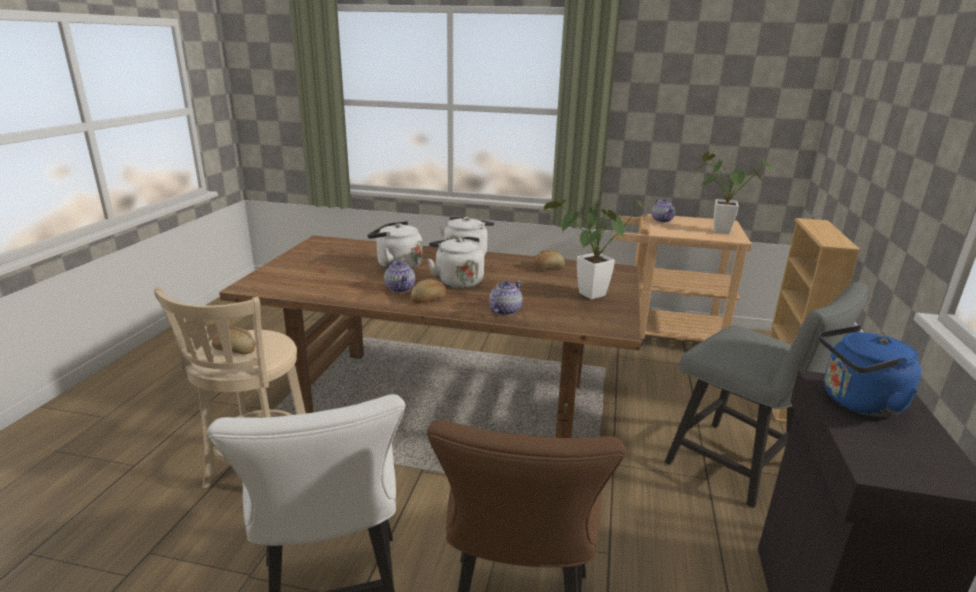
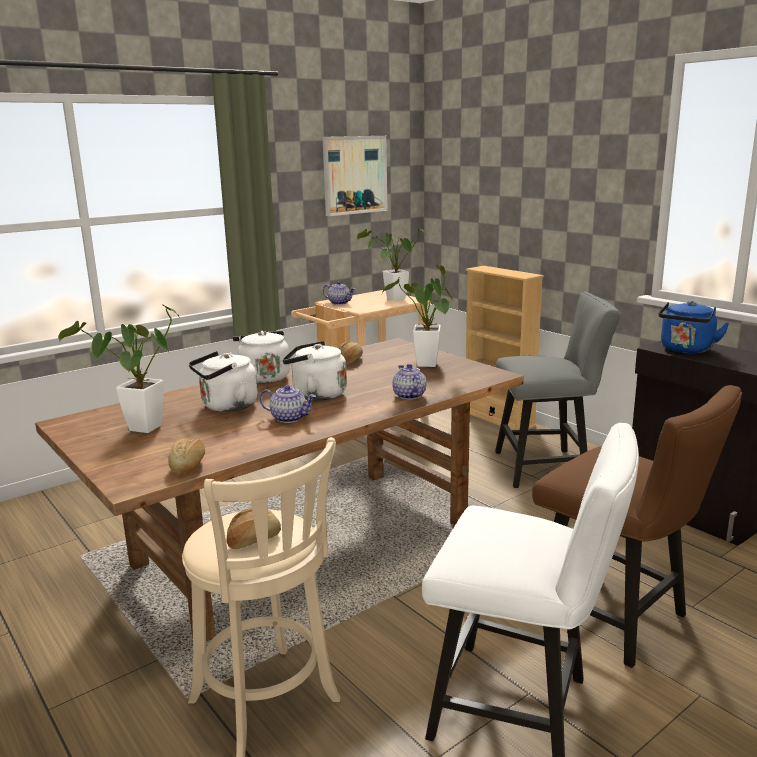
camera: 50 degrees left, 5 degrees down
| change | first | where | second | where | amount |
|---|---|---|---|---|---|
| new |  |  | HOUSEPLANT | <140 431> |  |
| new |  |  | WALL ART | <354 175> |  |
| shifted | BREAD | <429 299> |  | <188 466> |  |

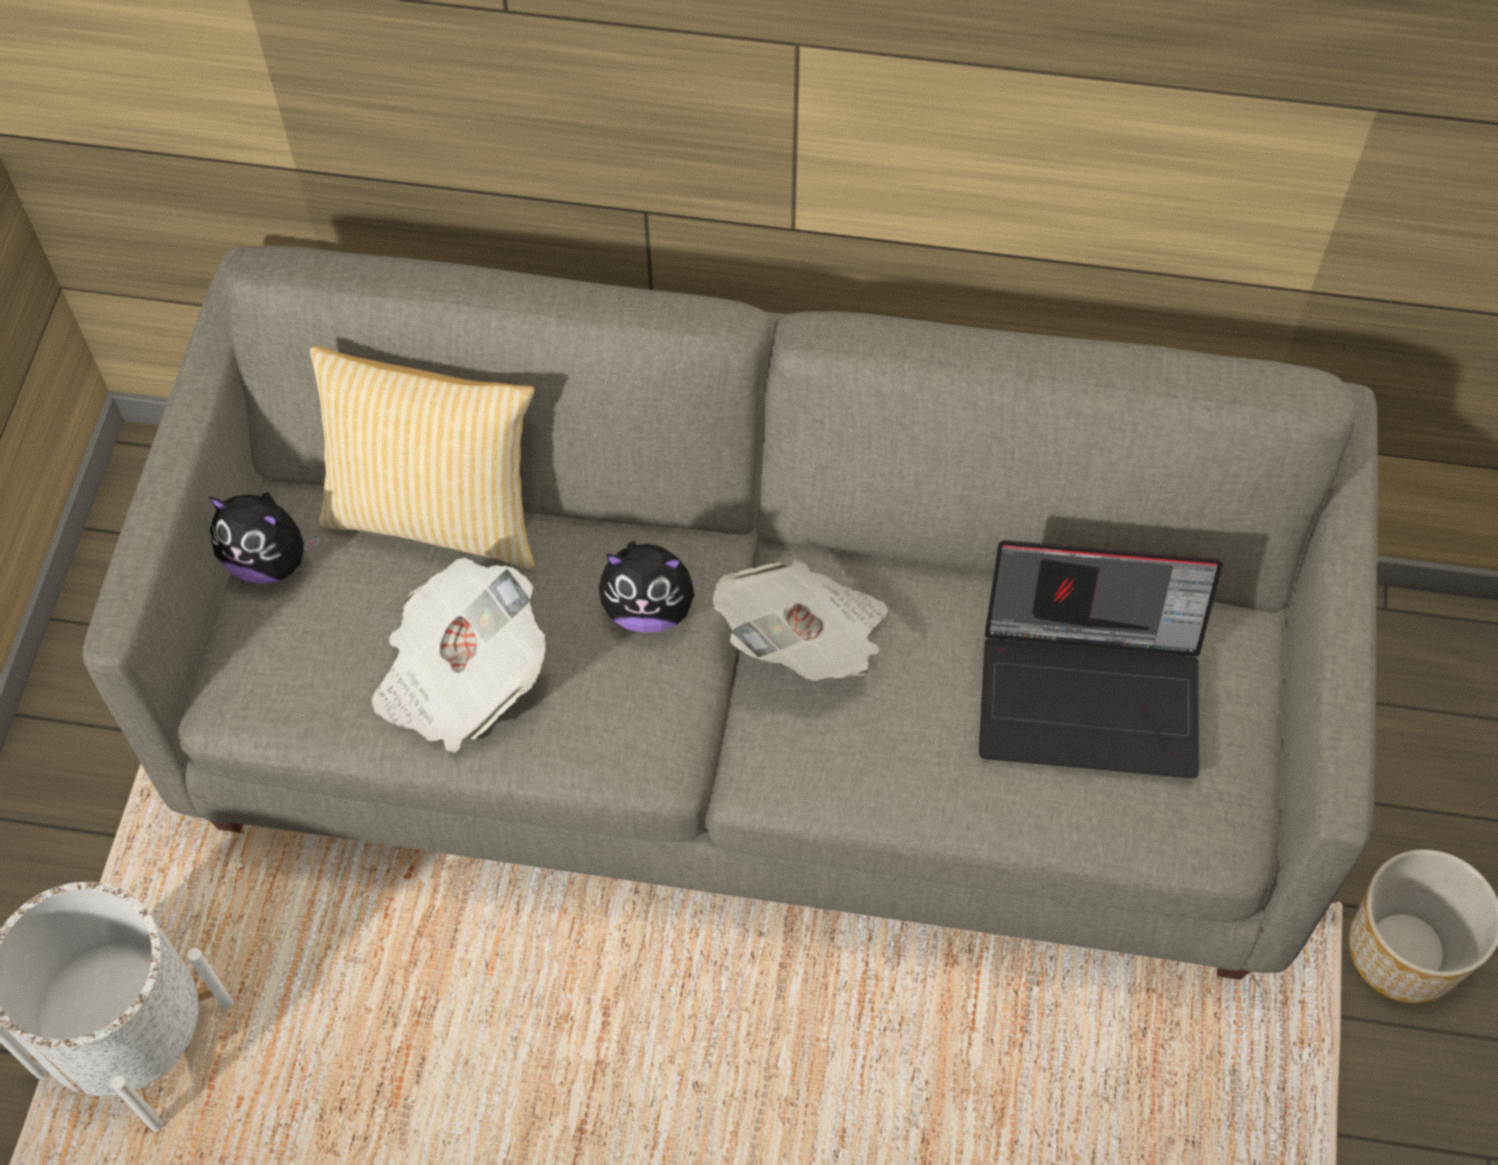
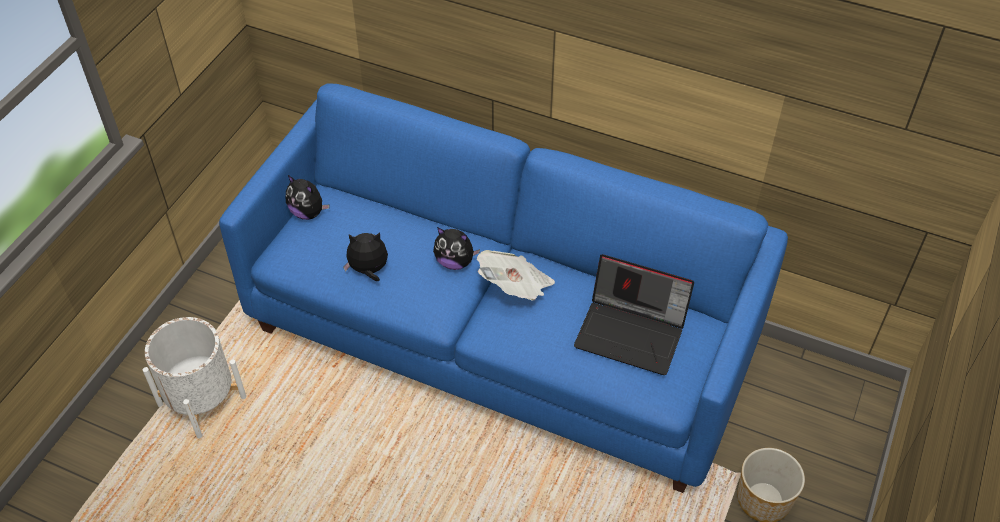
camera: 15 degrees right, 10 degrees down
| change | first | where | second | where | amount |
|---|---|---|---|---|---|
| gone | THROW PILLOW | <438 514> |  |  |  |
| swapped | DAILY PAPER | <460 678> | CUDDLY TOY | <368 270> |  |
| repainted | GREY COUCH | <752 714> | BLUE-COLOURED COUCH | <501 337> |  |

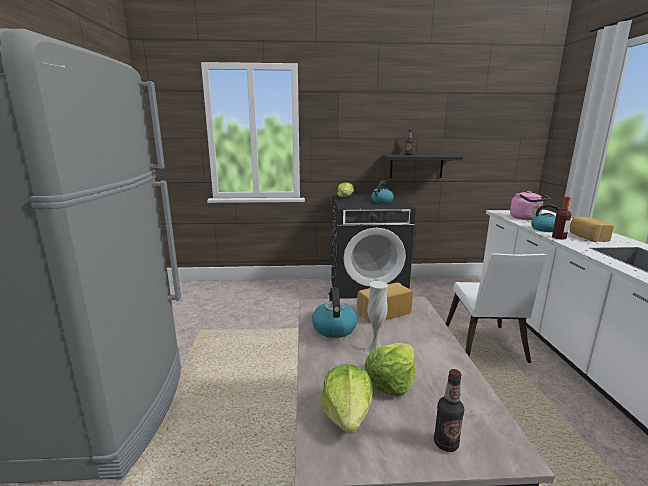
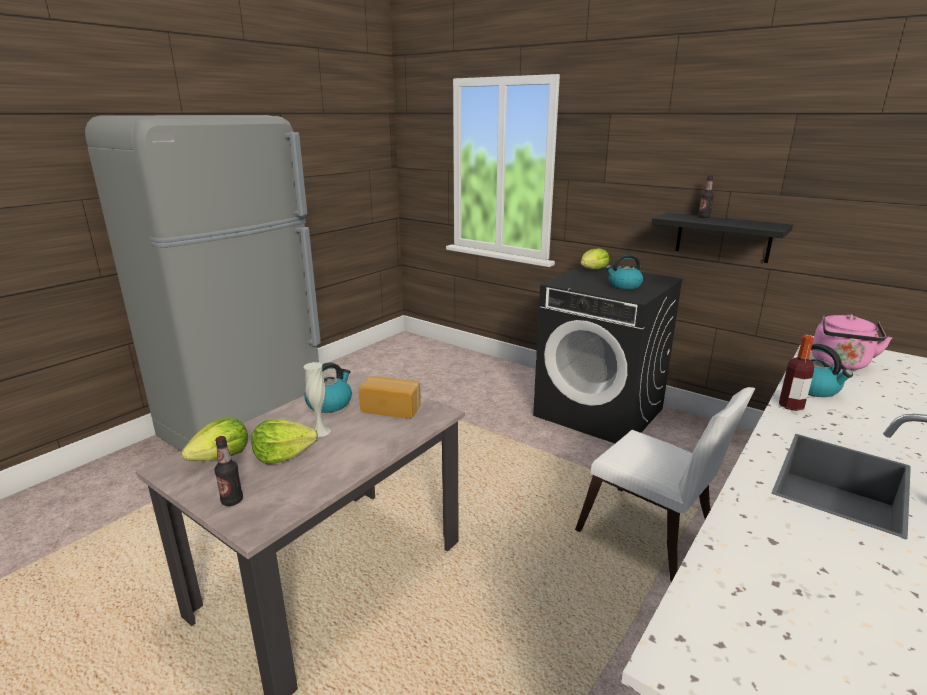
camera: 40 degrees right, 5 degrees up
| change | first | where | second | where | amount |
|---|---|---|---|---|---|
| gone | BREAD | <587 237> |  |  |  |
| rotated | WHITISH UPRIGHT CHAIR | <485 346> |  | <652 536> | 90 degrees counterclockwise |

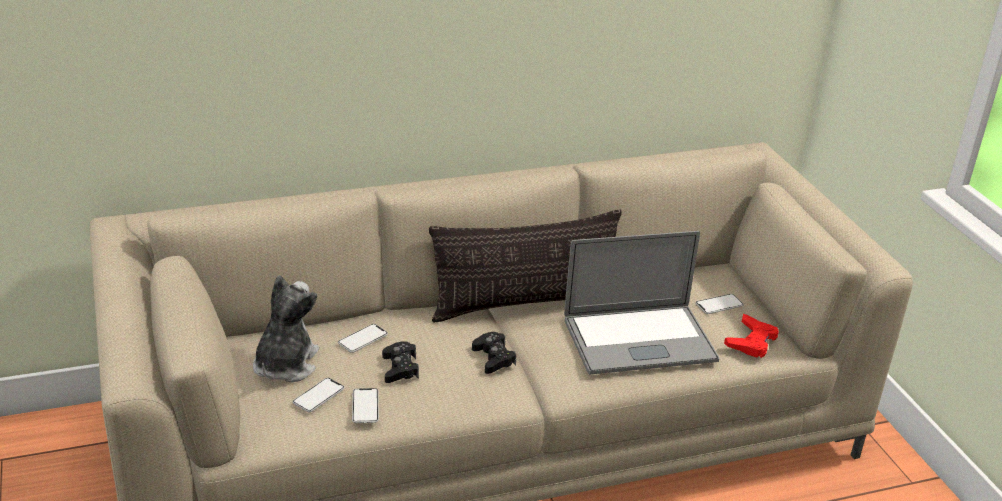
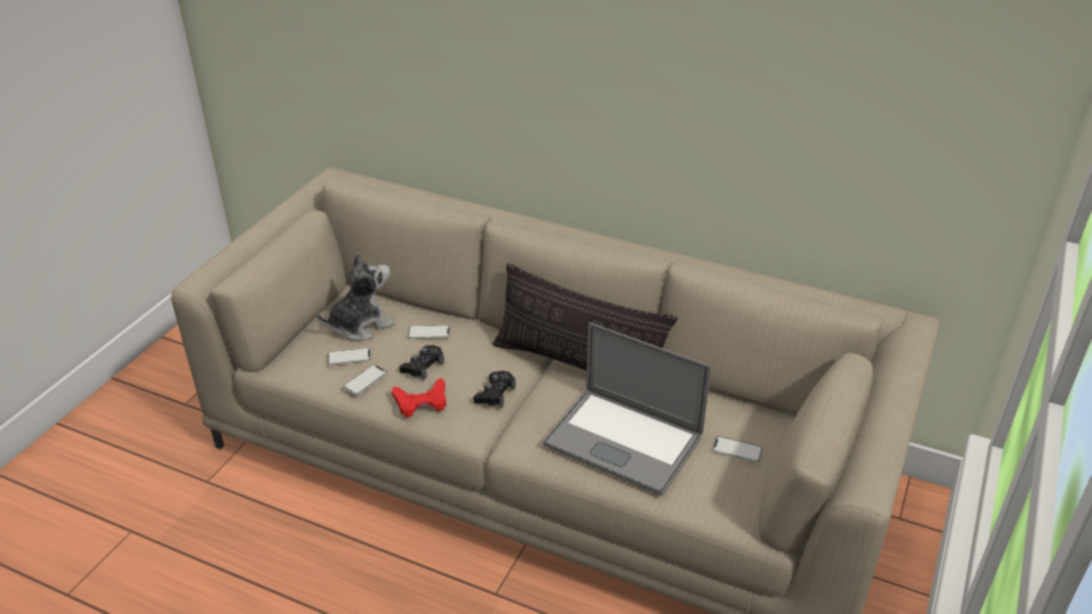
camera: 45 degrees right, 5 degrees up
| change | first | where | second | where | amount |
|---|---|---|---|---|---|
| shifted | RED GAMEPAD | <751 341> |  | <421 402> |  |

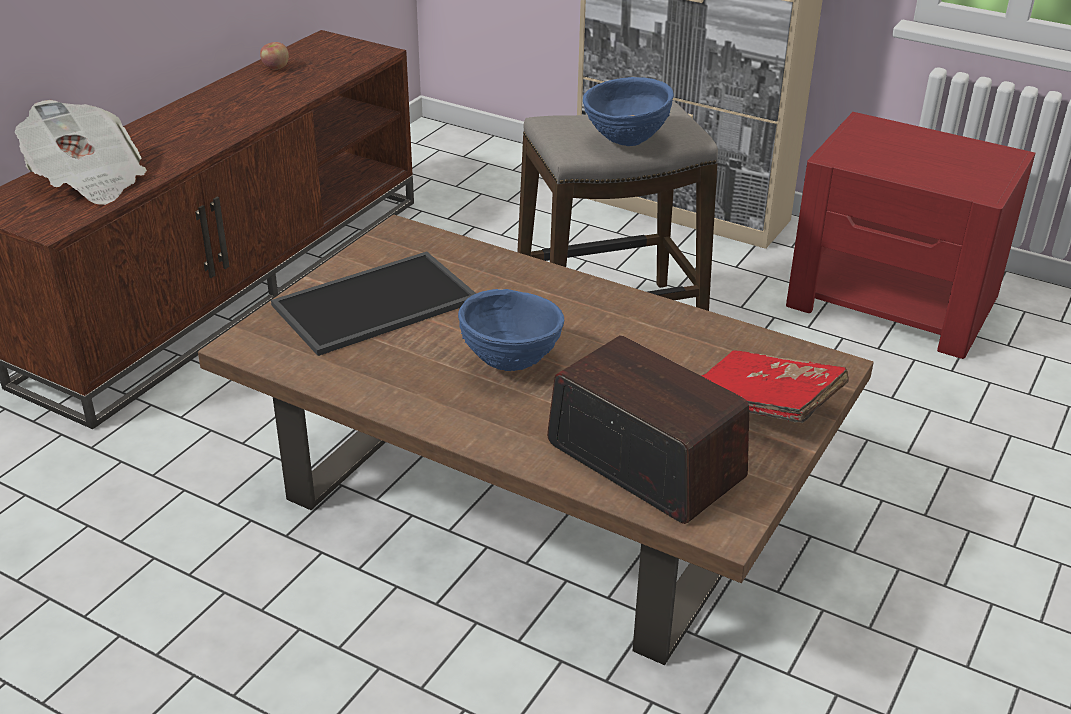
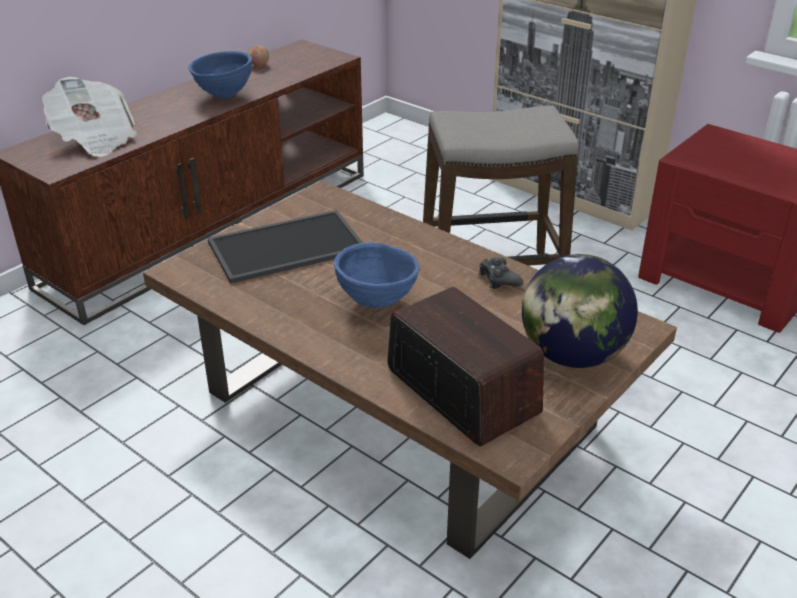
camera: 10 degrees right, 0 degrees up
| change | first | where | second | where | amount |
|---|---|---|---|---|---|
| new |  |  | BLACKISH GAMEPAD | <498 279> |  |
| shifted | BLUE-COLOURED BOWL | <625 142> |  | <224 96> |  |
| swapped | RED BOOK | <763 406> | GLOBE | <572 355> |  |

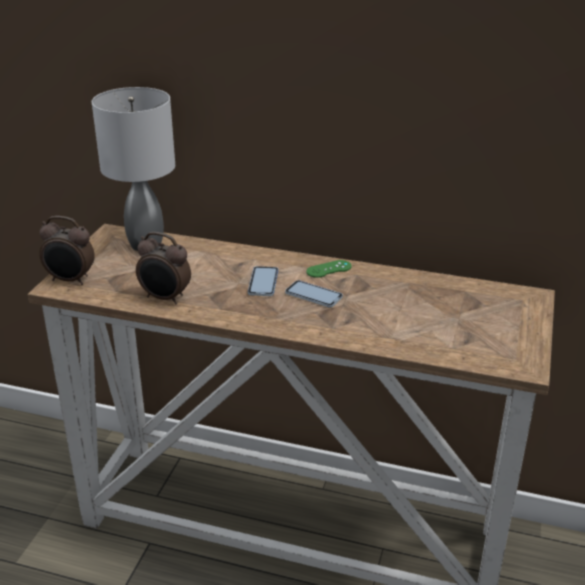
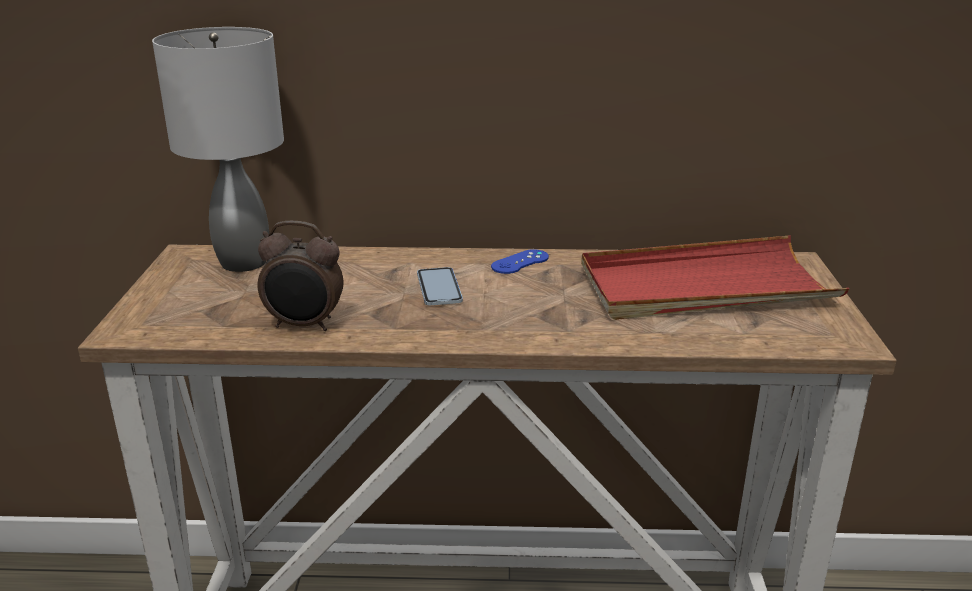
camera: 15 degrees left, 5 degrees down
| change | first | where | second | where | amount |
|---|---|---|---|---|---|
| gone | TABLE CLOCK | <70 280> |  |  |  |
| gone | TELEPHONE | <313 295> |  |  |  |
| new |  |  | RED SERVING TRAY | <704 287> |  |
| repainted | GREENISH GAMEPAD | <329 269> | BLUE-COLOURED GAMEPAD | <520 262> |  |

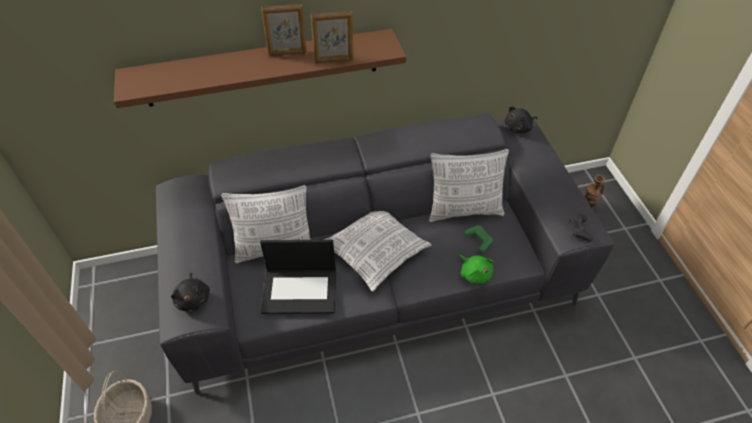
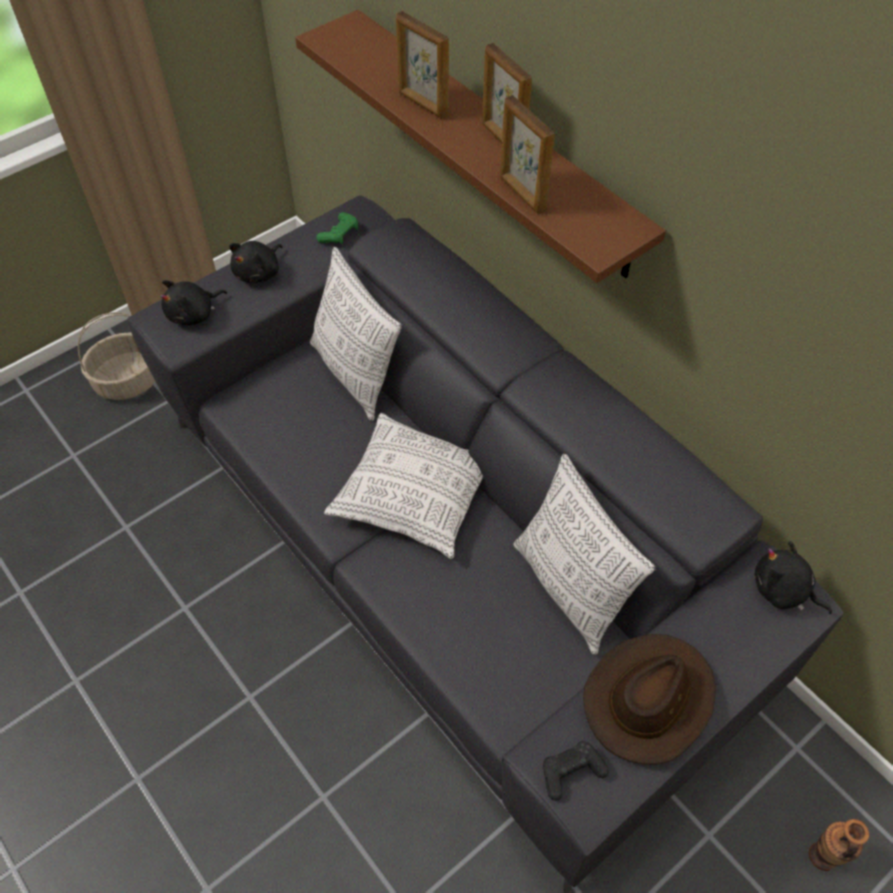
camera: 65 degrees right, 5 degrees up
| change | first | where | second | where | amount |
|---|---|---|---|---|---|
| gone | PORTABLE COMPUTER | <301 290> |  |  |  |
| gone | GREENISH CUDDLY TOY | <474 273> |  |  |  |
| new |  |  | BLACKISH CUDDLY TOY | <259 272> |  |
| new |  |  | PHOTO FRAME | <422 104> |  |
| new |  |  | BROWN CLOTHING HAT | <648 698> |  |
| shifted | GREENISH GAMEPAD | <478 240> |  | <339 234> |  |

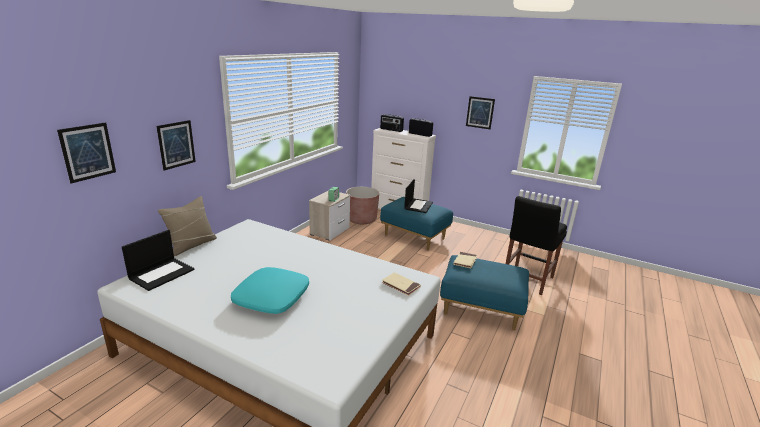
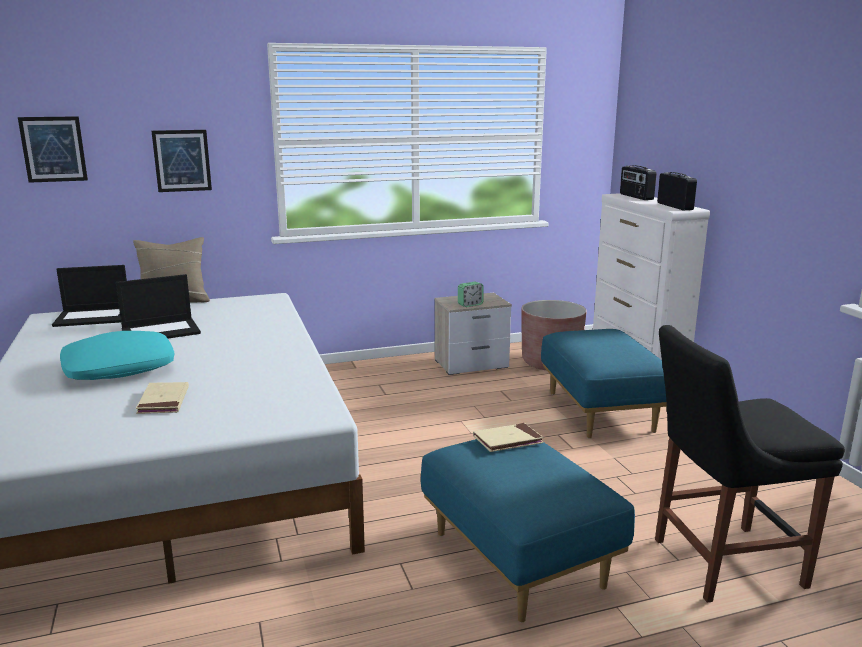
camera: 45 degrees right, 5 degrees down
| change | first | where | second | where | amount |
|---|---|---|---|---|---|
| gone | WALL ART | <480 112> |  |  |  |
| shifted | BEIGE BOOK | <400 285> |  | <163 401> |  |
| shifted | PORTABLE COMPUTER | <418 205> |  | <161 331> |  |

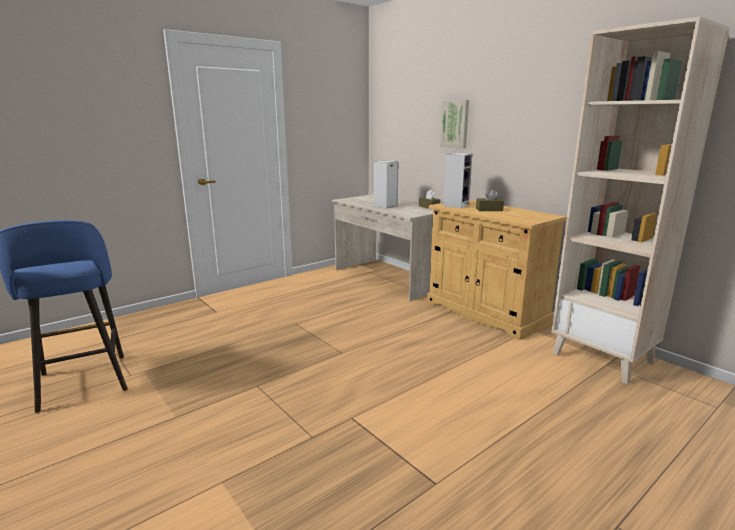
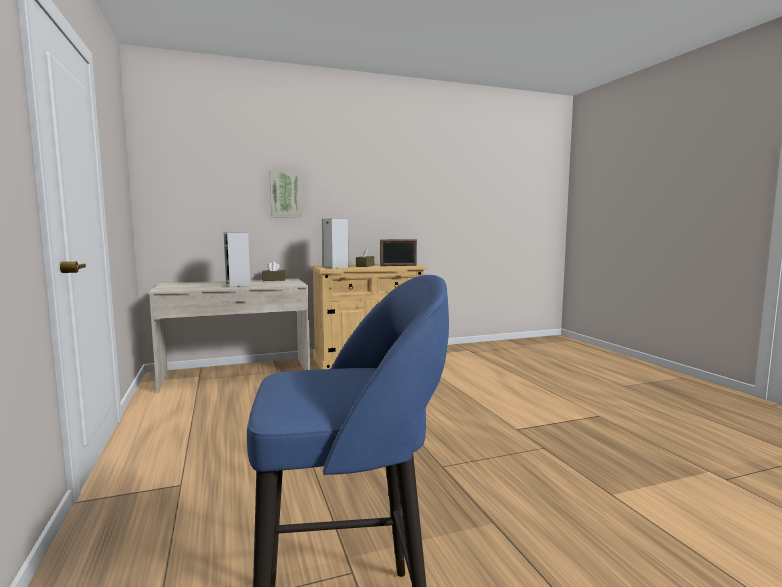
camera: 70 degrees left, 10 degrees down
| change | first | where | second | where | amount |
|---|---|---|---|---|---|
| gone | BEIGE BOOKCASE | <603 358> |  |  |  |
| new |  |  | PHOTO FRAME | <398 265> |  |

